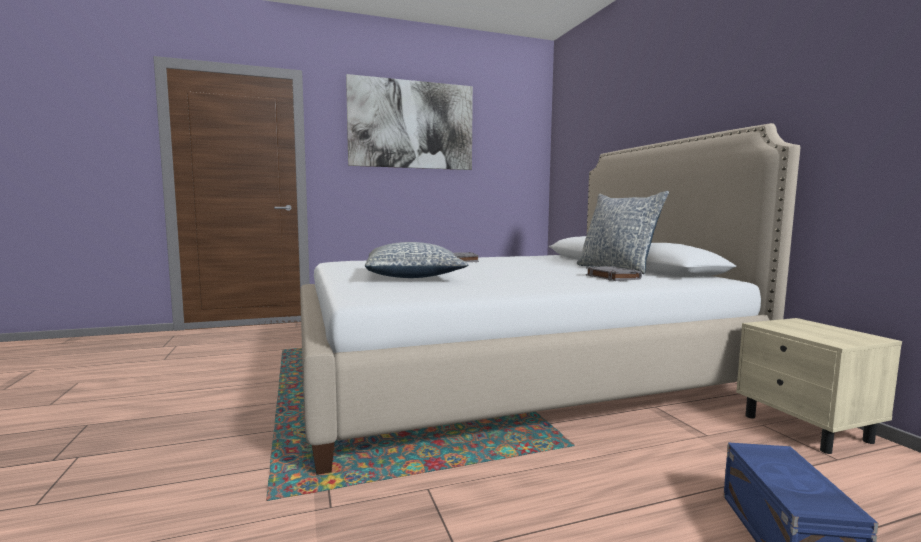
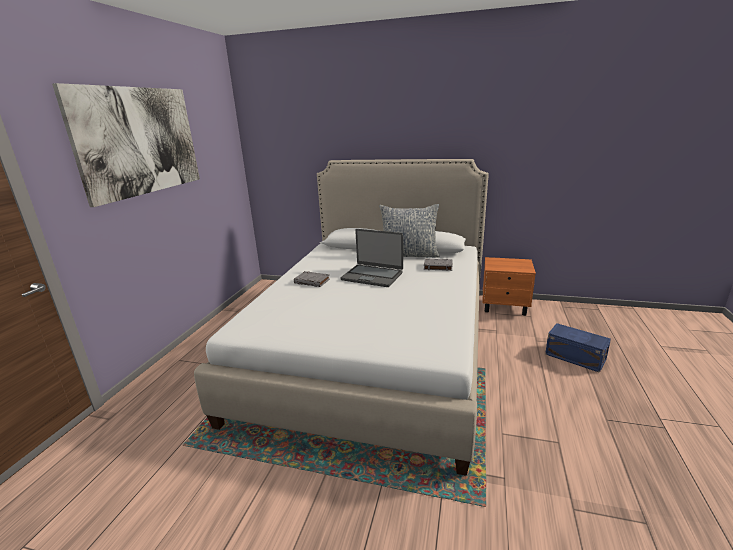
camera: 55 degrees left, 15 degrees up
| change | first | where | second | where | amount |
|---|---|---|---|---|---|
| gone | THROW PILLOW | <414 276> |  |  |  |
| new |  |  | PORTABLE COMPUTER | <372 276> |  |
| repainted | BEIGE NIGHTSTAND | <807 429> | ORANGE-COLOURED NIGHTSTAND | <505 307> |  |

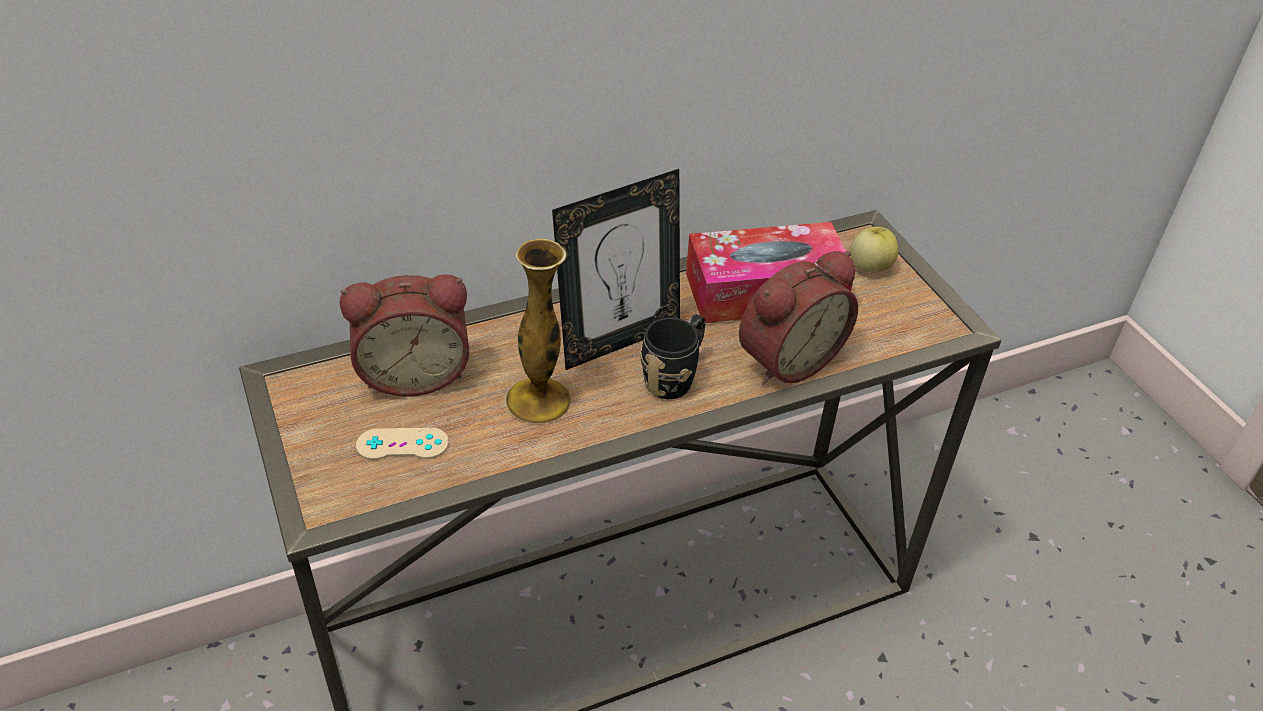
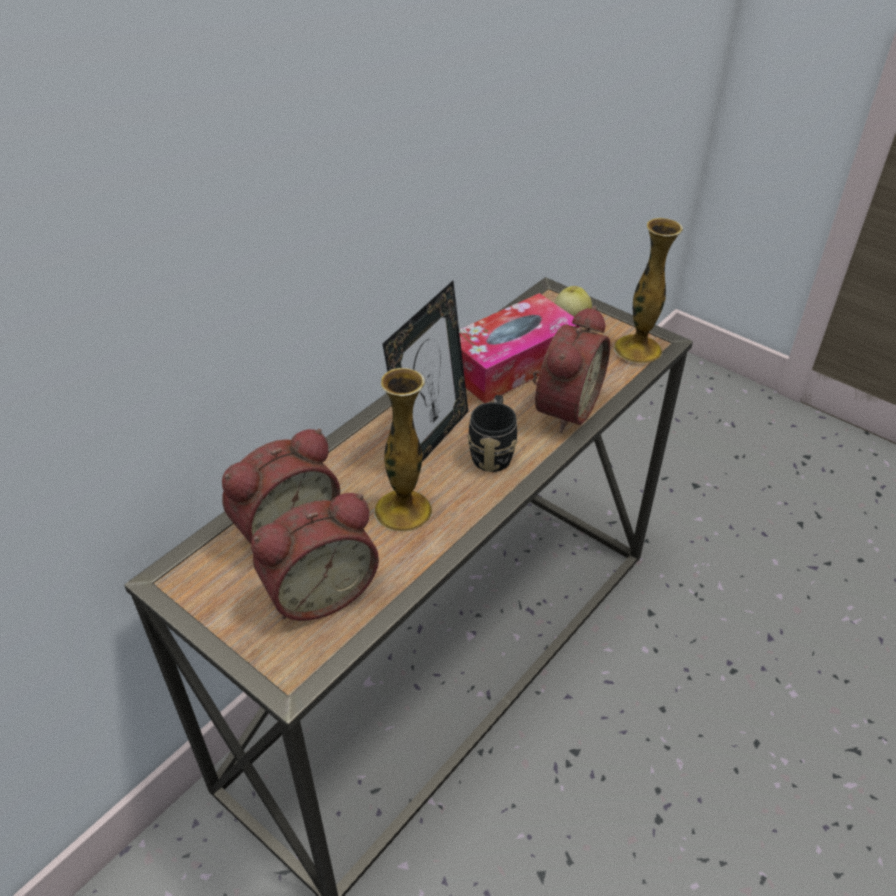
camera: 25 degrees left, 0 degrees up
| change | first | where | second | where | amount |
|---|---|---|---|---|---|
| new |  |  | VASE | <638 349> |  |
| swapped | BEIGE GAMEPAD | <402 444> | TABLE CLOCK | <318 590> |  |

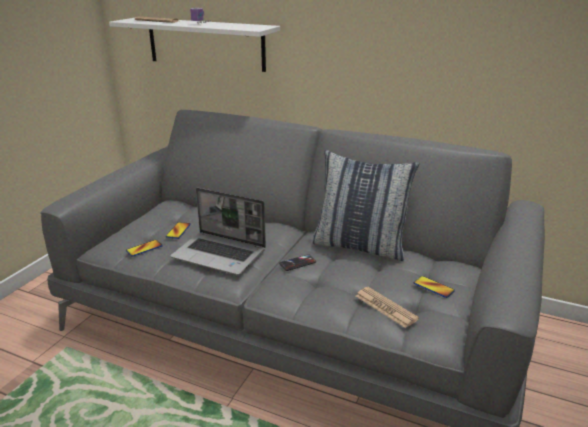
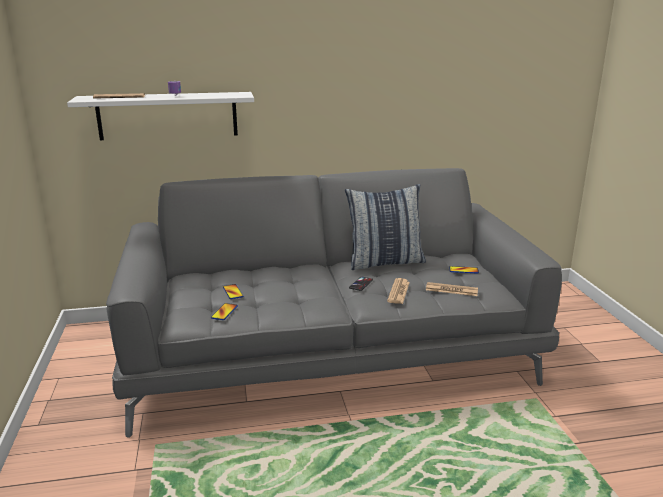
camera: 35 degrees left, 5 degrees down
| change | first | where | second | where | amount |
|---|---|---|---|---|---|
| gone | PORTABLE COMPUTER | <220 254> |  |  |  |
| new |  |  | DAILY PAPER | <398 292> |  |

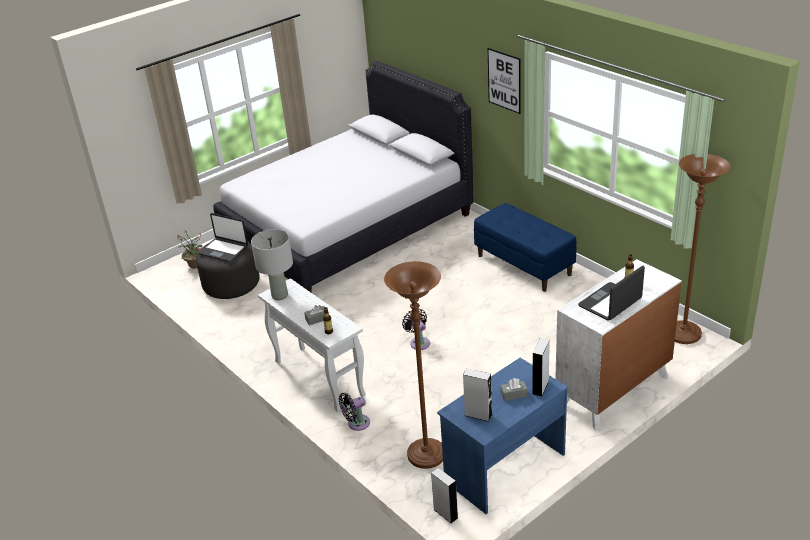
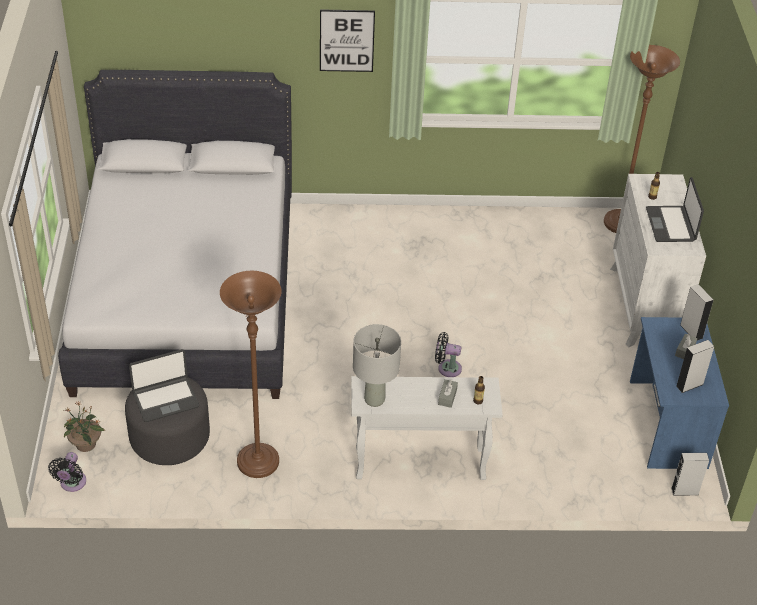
camera: 55 degrees left, 10 degrees up
| change | first | where | second | where | amount |
|---|---|---|---|---|---|
| gone | BLUE-COLOURED LONG SEAT | <524 265> |  |  |  |
| shifted | BLACKISH COOLING FAN | <356 423> |  | <72 484> |  |
| shifted | BROWN FLOOR LAMP | <426 455> |  | <258 462> |  |

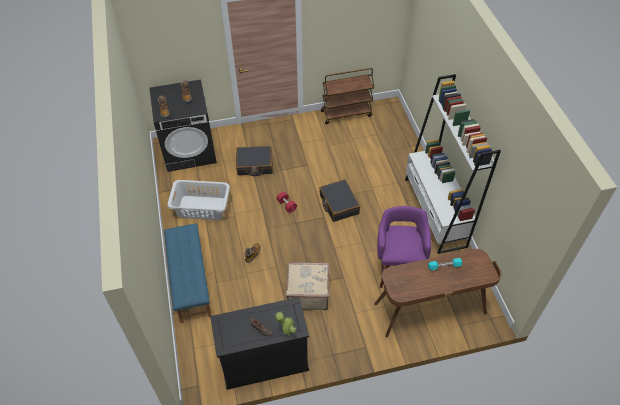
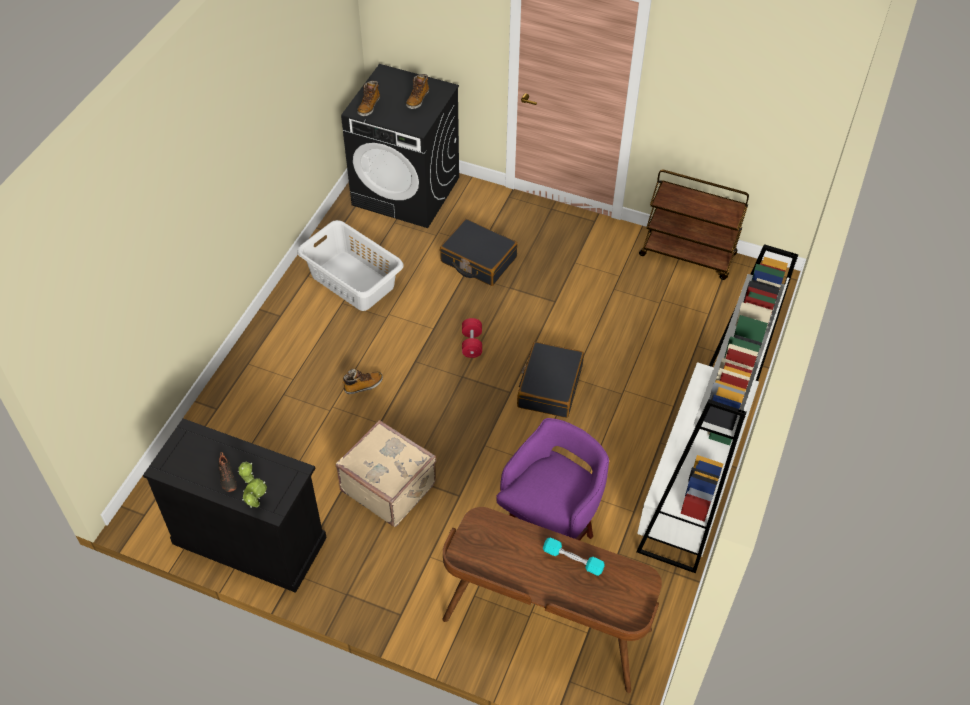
camera: 35 degrees right, 0 degrees up
| change | first | where | second | where | amount |
|---|---|---|---|---|---|
| gone | BLUE-COLOURED LONG SEAT | <190 281> |  |  |  |

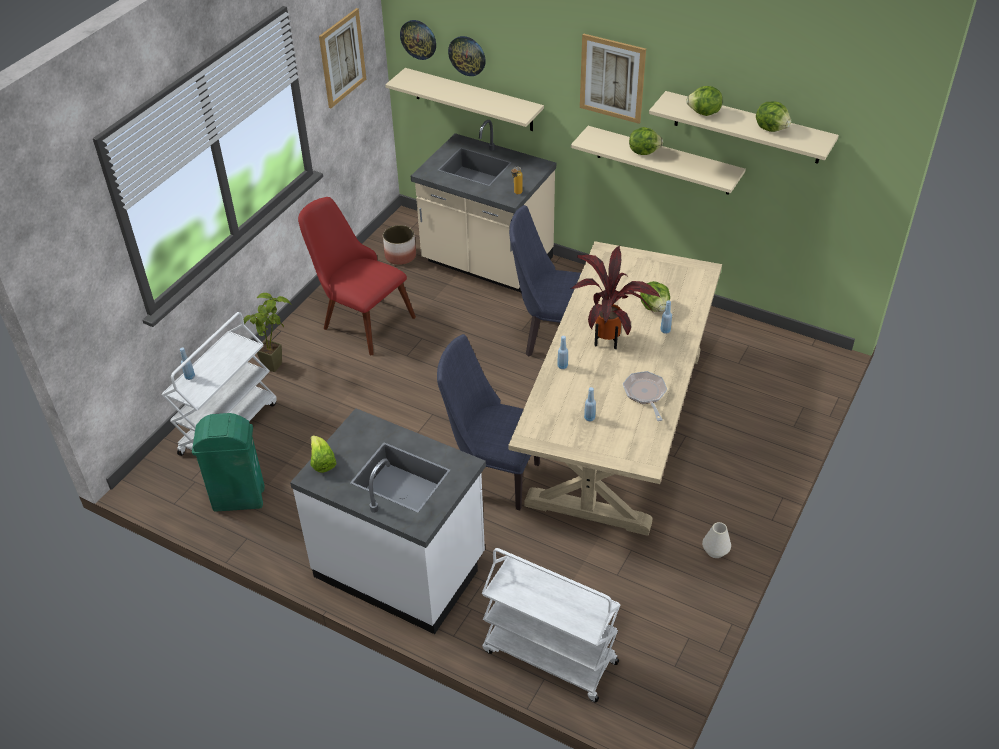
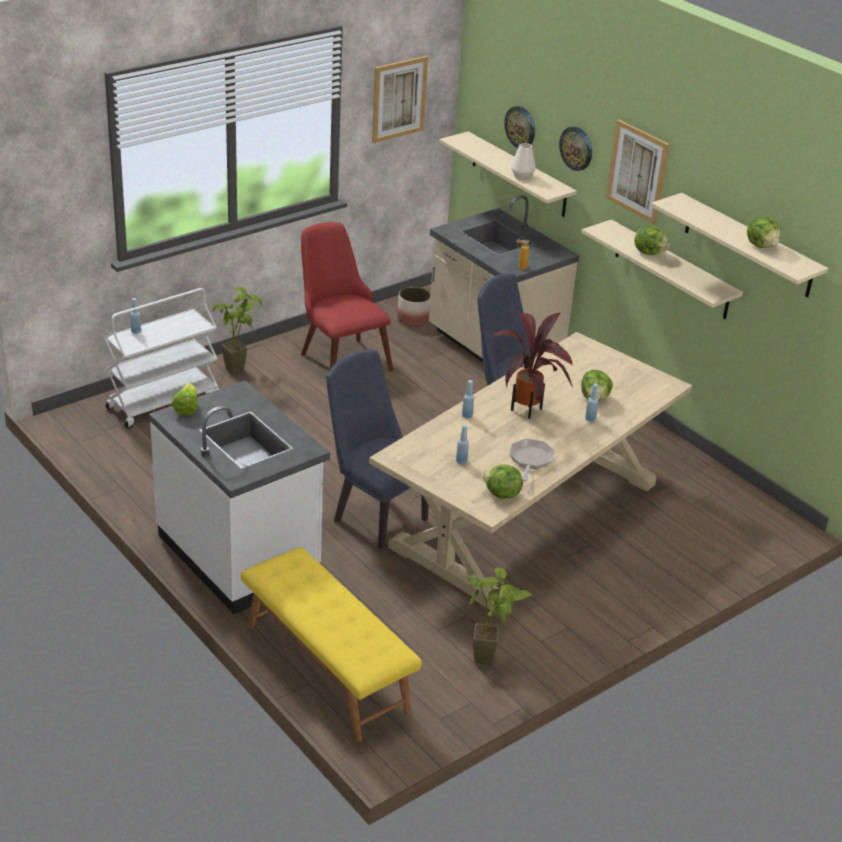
camera: 20 degrees right, 10 degrees down
| change | first | where | second | where | amount |
|---|---|---|---|---|---|
| gone | GREENISH WASTE BIN | <238 498> |  |  |  |
| new |  |  | HOUSEPLANT | <492 661> |  |
| shifted | HANGING CLOCK | <418 39> |  | <576 148> |  |
| shifted | HEAD OF LETTUCE | <704 113> |  | <501 494> |  |
| shifted | WHITISH VASE | <715 551> |  | <522 176> |  |
| swapped | WHITISH TROLLEY | <548 656> | YELLOW-COLOURED LONG SEAT | <325 668> |  |

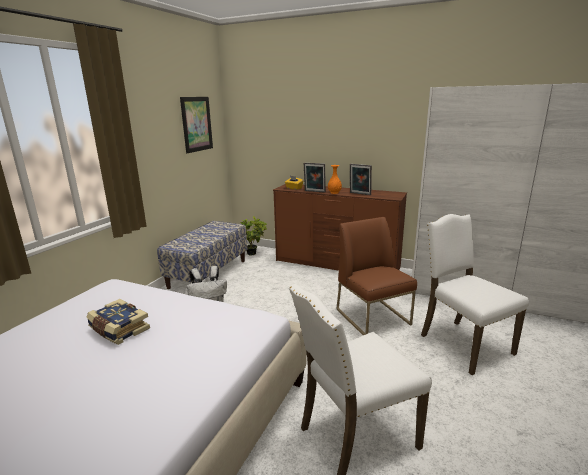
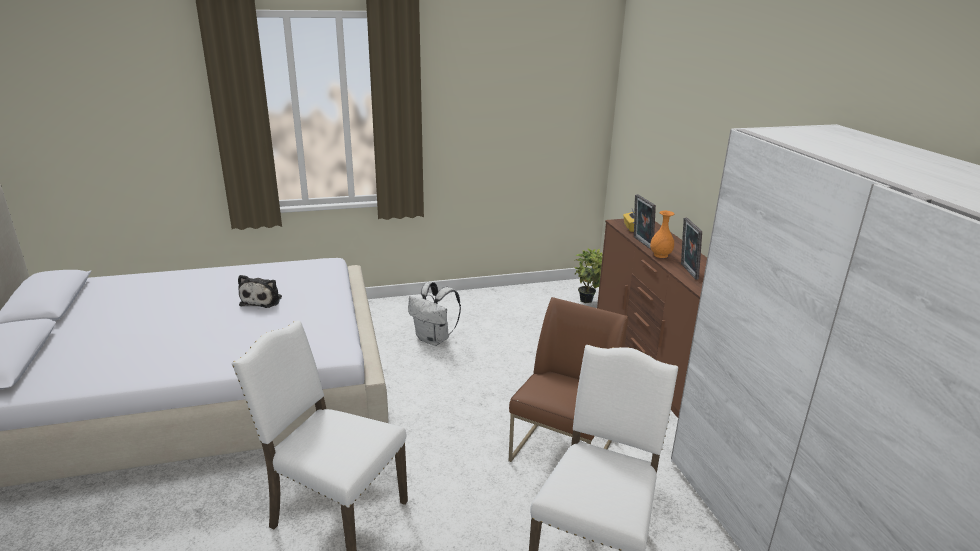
camera: 50 degrees right, 5 degrees up
| change | first | where | second | where | amount |
|---|---|---|---|---|---|
| gone | LONG SEAT | <208 273> |  |  |  |
| gone | WALL ART | <196 124> |  |  |  |
| swapped | BOOK | <118 330> | CUDDLY TOY | <262 300> |  |

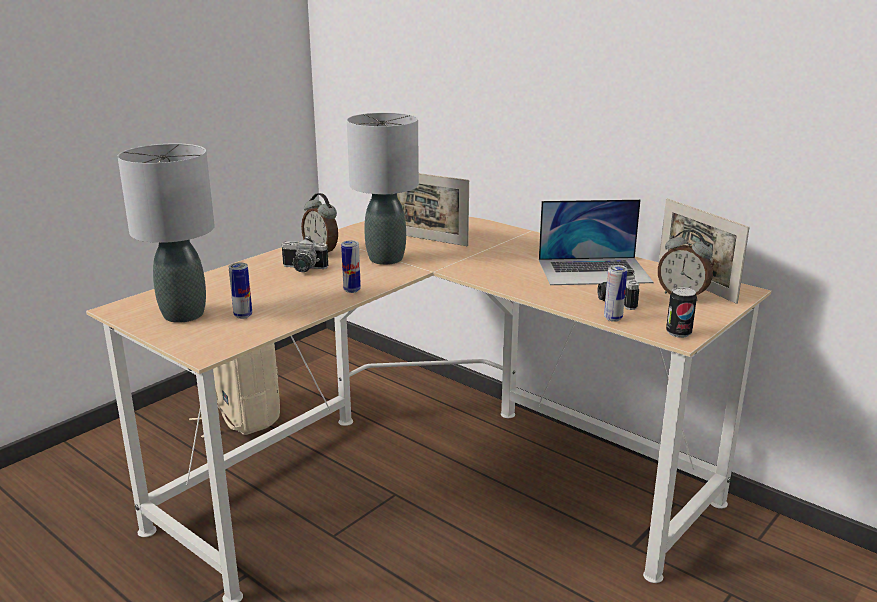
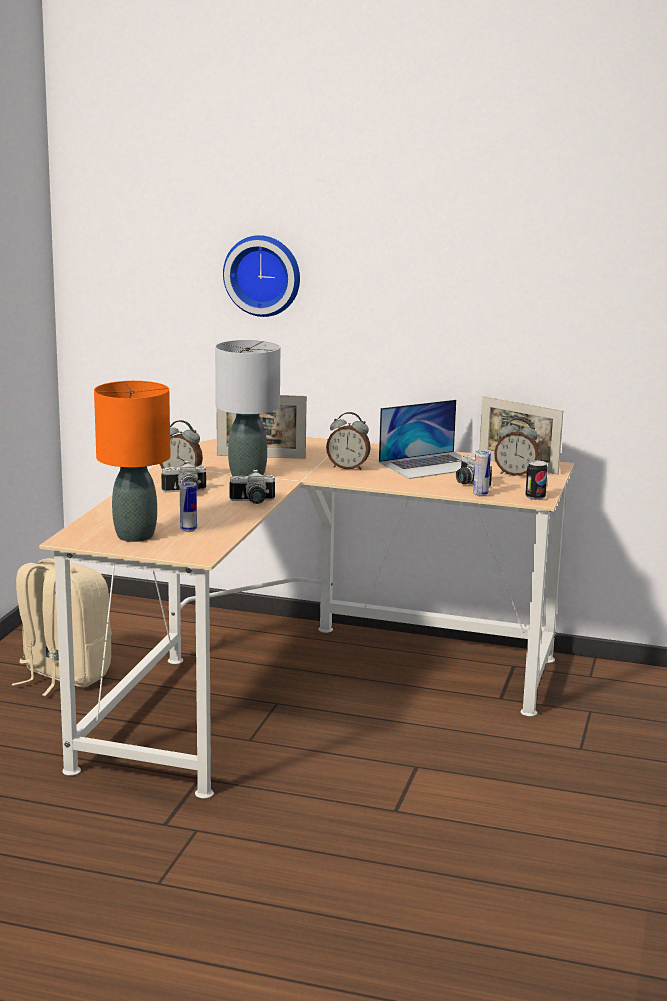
camera: 25 degrees left, 5 degrees down
| change | first | where | second | where | amount |
|---|---|---|---|---|---|
| new |  |  | HANGING CLOCK | <263 275> |  |
| new |  |  | TABLE CLOCK | <348 467> |  |
| swapped | METAL CAN | <352 290> | PHOTO CAMERA | <253 502> |  |
| repainted | GREY TABLE LAMP | <183 314> | ORANGE-COLOURED TABLE LAMP | <134 535> |  |

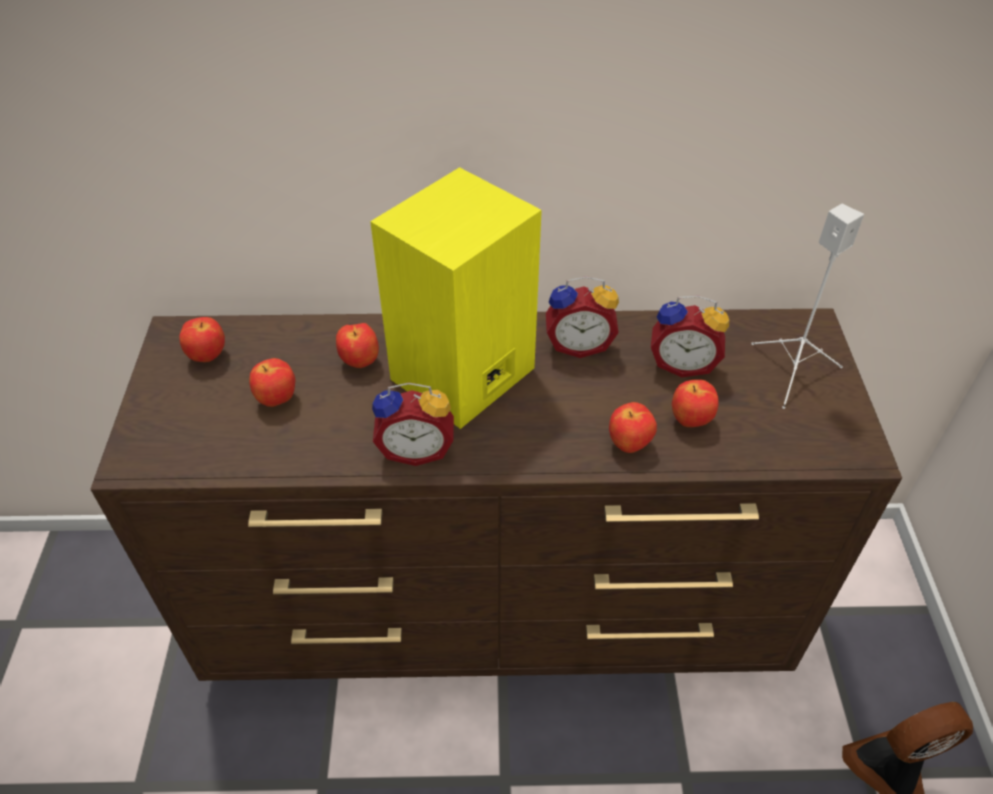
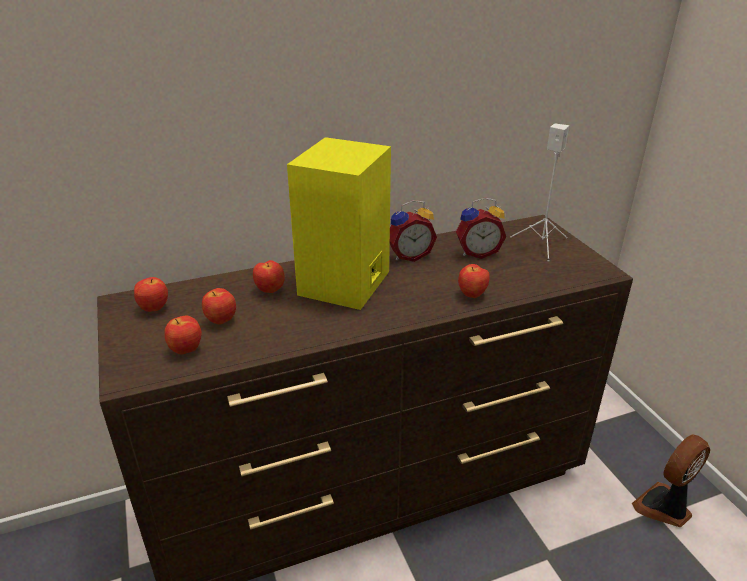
camera: 20 degrees left, 15 degrees down
| change | first | where | second | where | amount |
|---|---|---|---|---|---|
| gone | TABLE CLOCK | <416 449> |  |  |  |
| shifted | APPLE FRUIT | <690 421> |  | <186 350> |  |

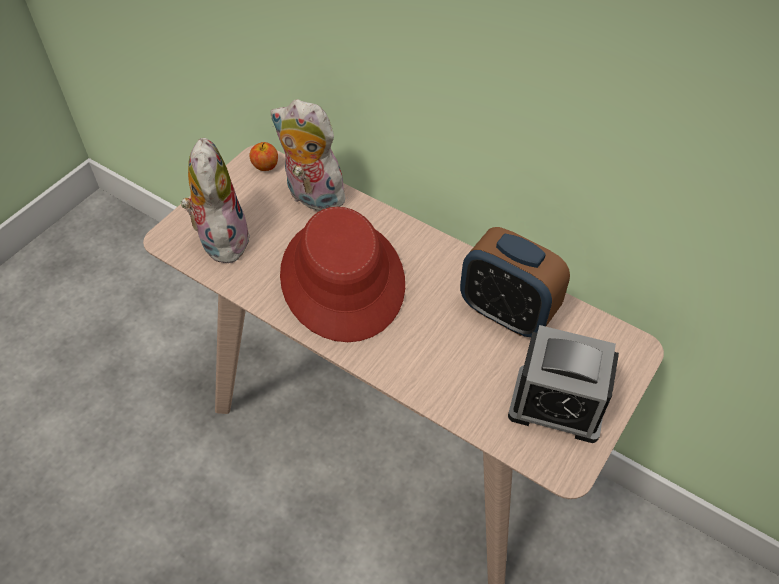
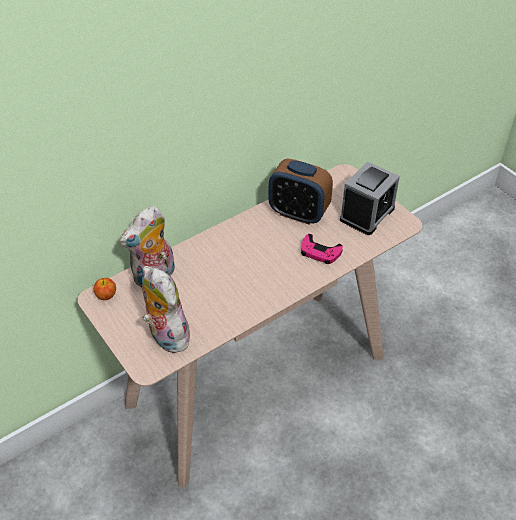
camera: 70 degrees left, 5 degrees down
| change | first | where | second | where | amount |
|---|---|---|---|---|---|
| gone | RED CLOTHING HAT | <343 279> |  |  |  |
| new |  |  | PINKISH GAMEPAD | <320 252> |  |
| rotated | CUDDLY TOY | <221 239> |  | <165 336> | 45 degrees clockwise |
| rotated | TABLE CLOCK | <507 312> |  | <298 213> | 60 degrees clockwise |

